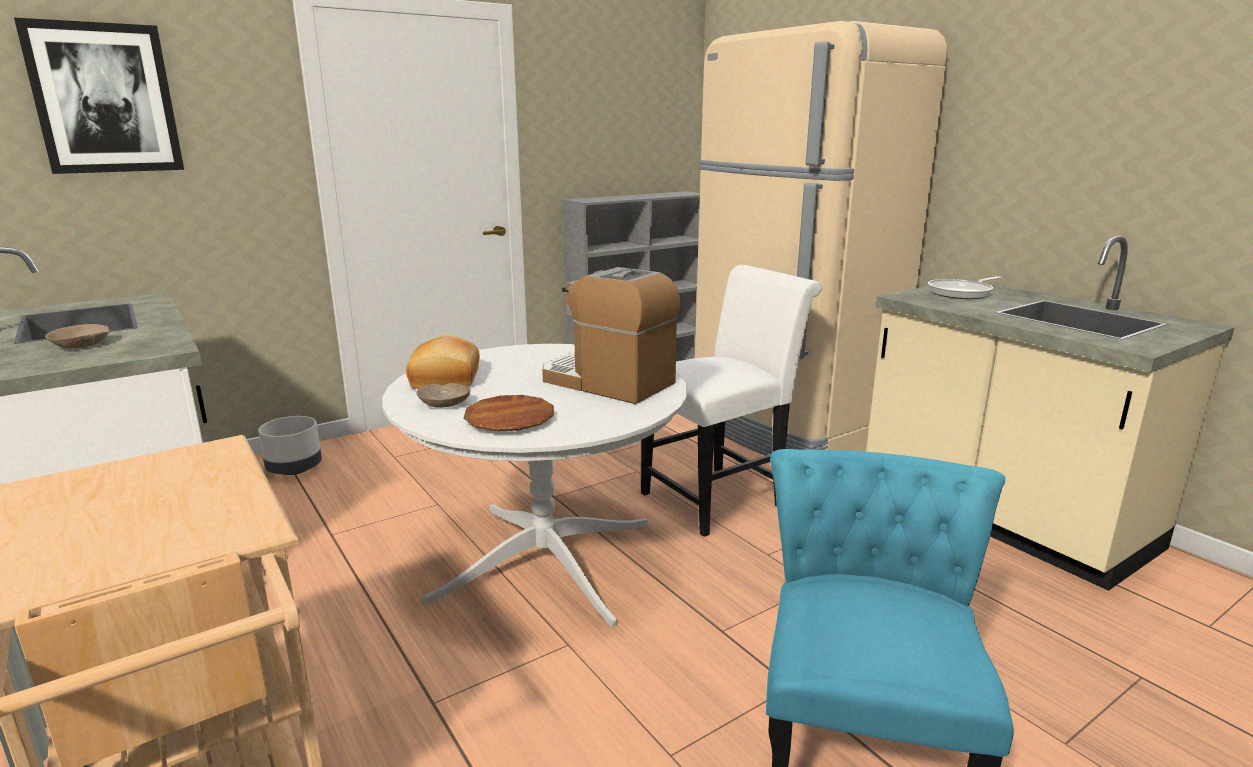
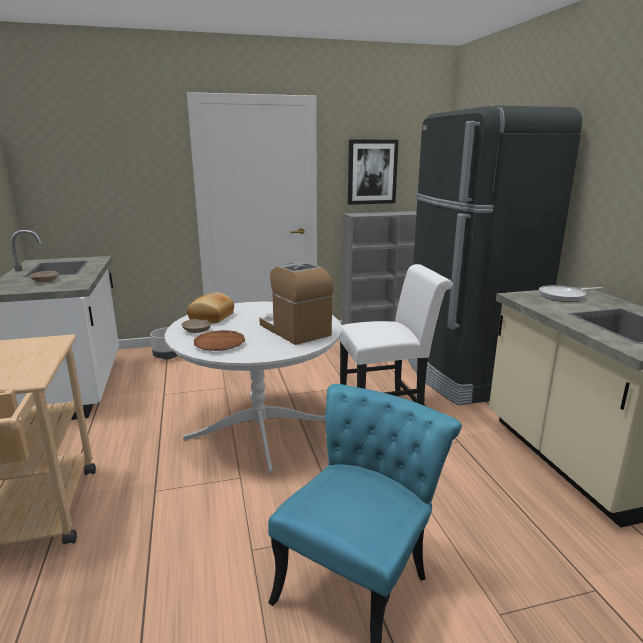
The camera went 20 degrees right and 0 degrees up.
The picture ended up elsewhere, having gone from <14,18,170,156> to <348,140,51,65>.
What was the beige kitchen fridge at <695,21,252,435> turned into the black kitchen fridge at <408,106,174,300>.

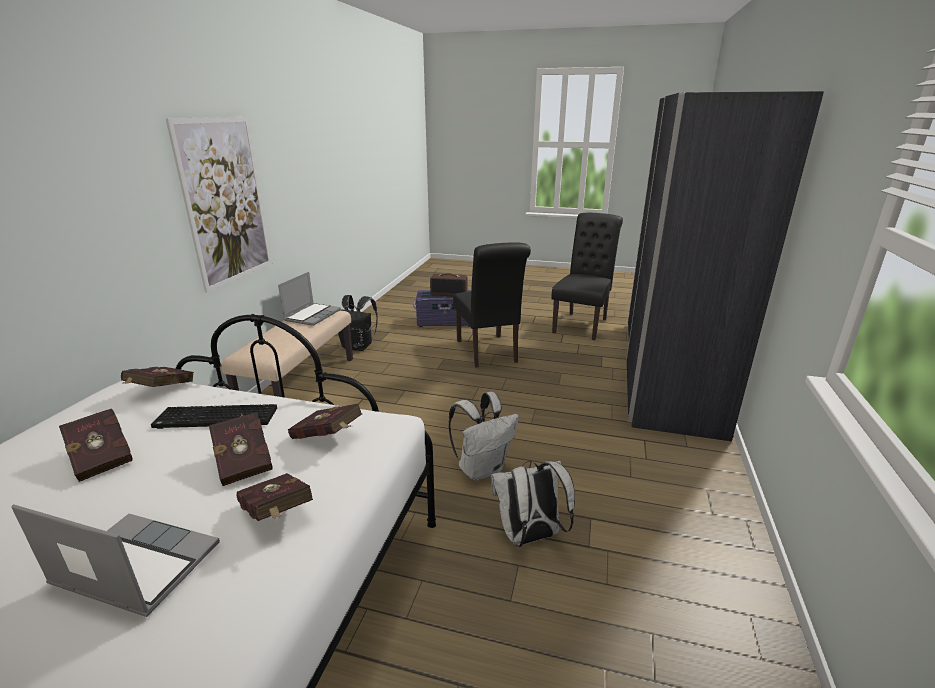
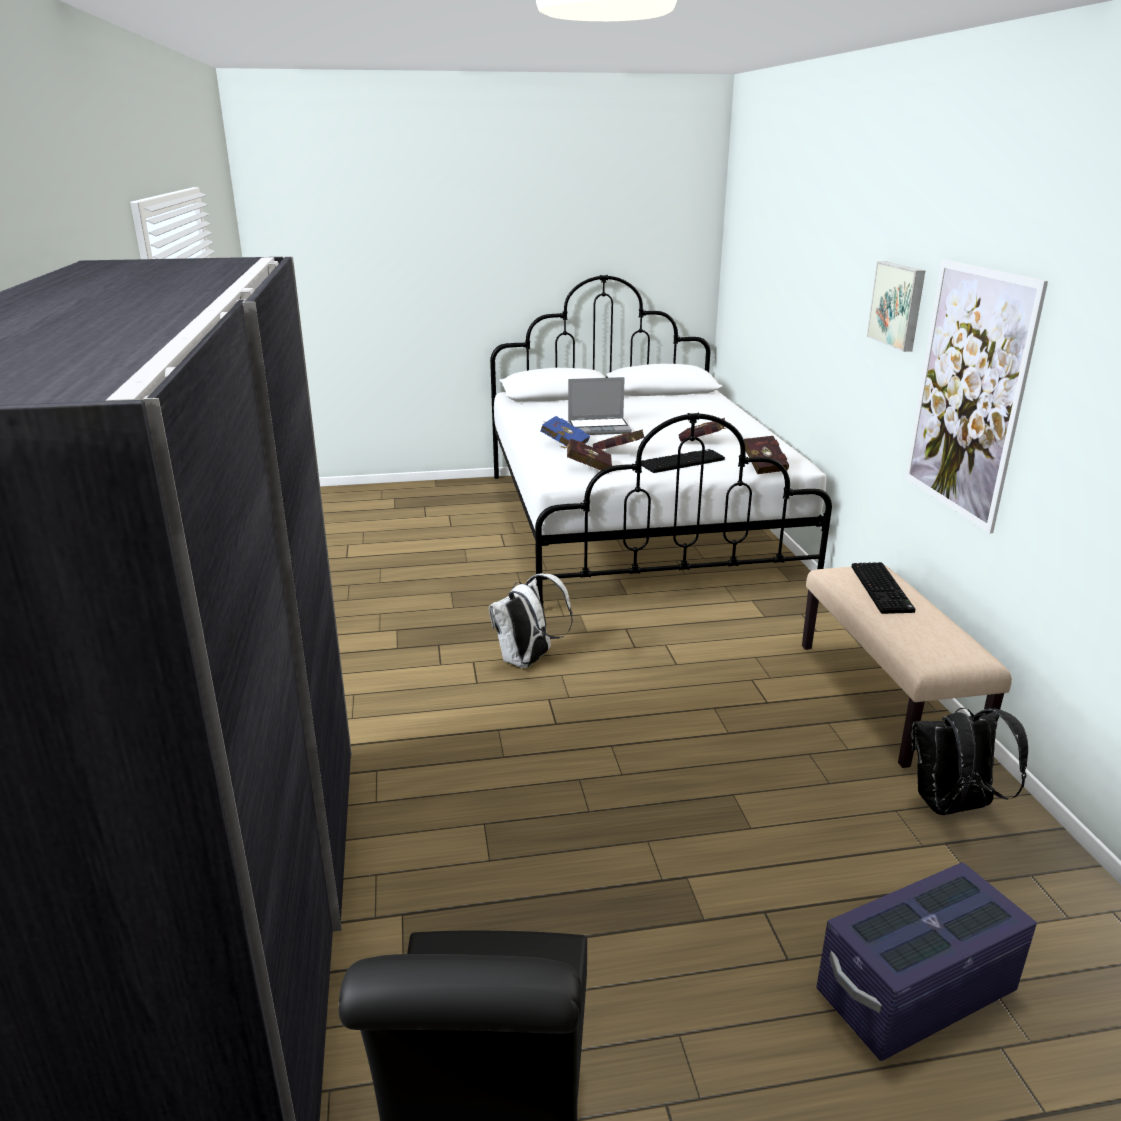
The camera went 155 degrees right and 0 degrees up.
The second view lost the portable computer at <278,272,63,54>.
The second view lost the radio receiver at <430,274,38,23>.
The second view lost the black plain chair at <453,242,78,126>.
The second view lost the white-coloured backpack at <491,461,84,86>.
The second view gained the computer keyboard at <852,562,63,52>.
The second view gained the picture at <867,261,58,91>.
What was the red-coloured bound book at <236,473,77,48> turned into the bluish bound book at <540,416,50,30>.

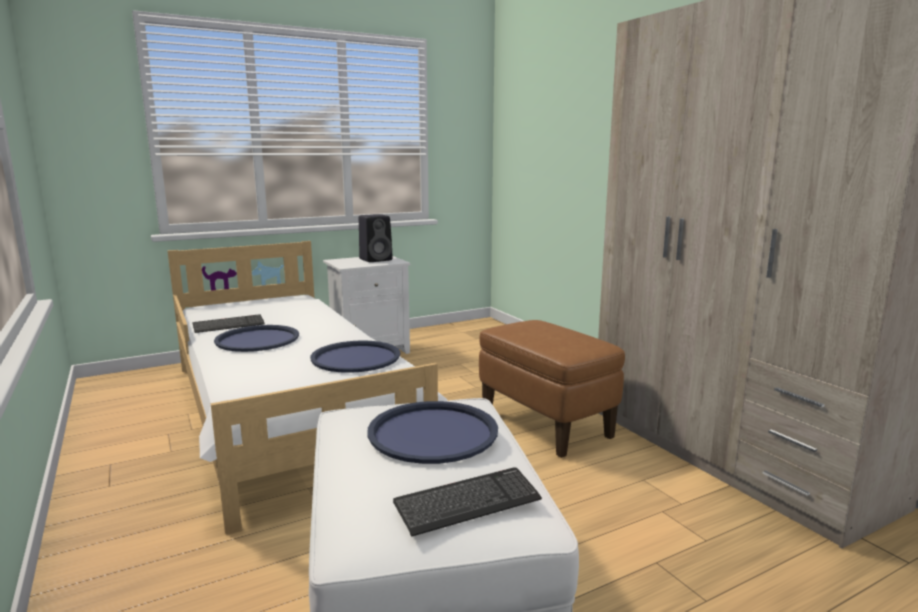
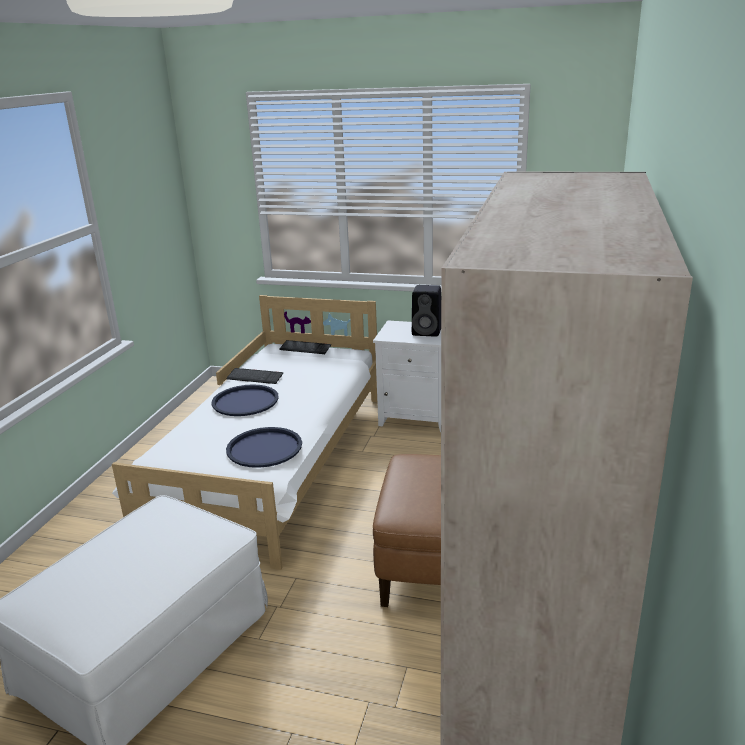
The camera went 45 degrees right and 10 degrees up.
The second view lost the bluish tray at <367,401,131,63>.
The computer keyboard ended up elsewhere, having gone from <393,467,149,70> to <279,340,52,14>.

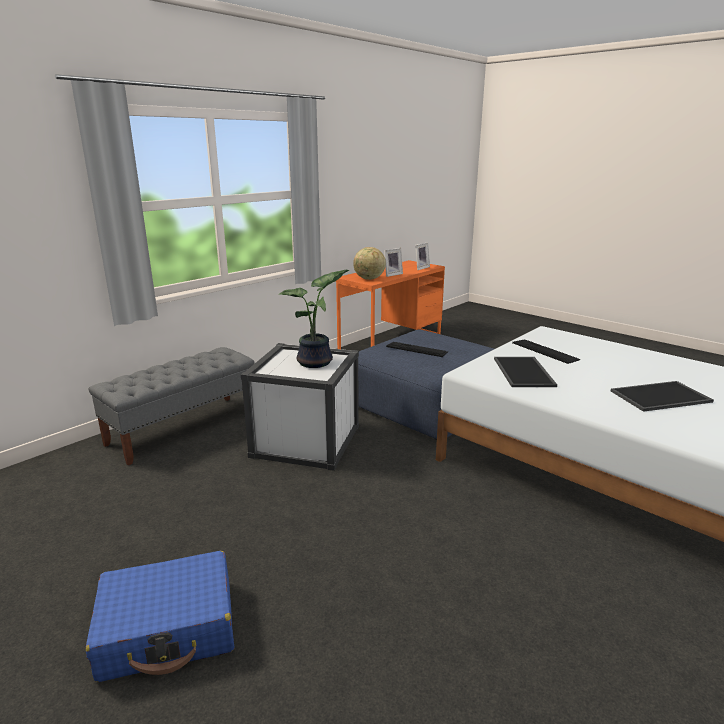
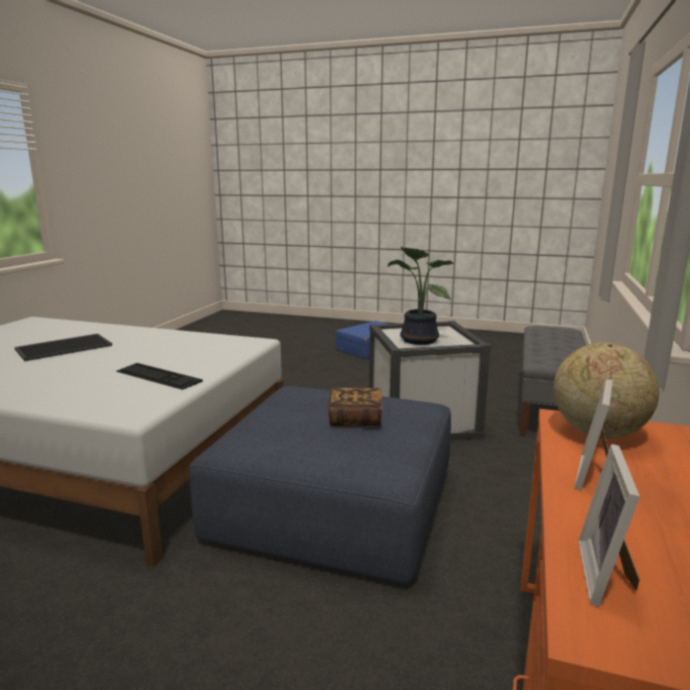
The camera went 155 degrees right and 5 degrees down.
The second view lost the tray at <494,357,63,30>.
Where the computer keyboard stood at <386,342,62,15>, the bound book came to stand at <328,388,54,38>.

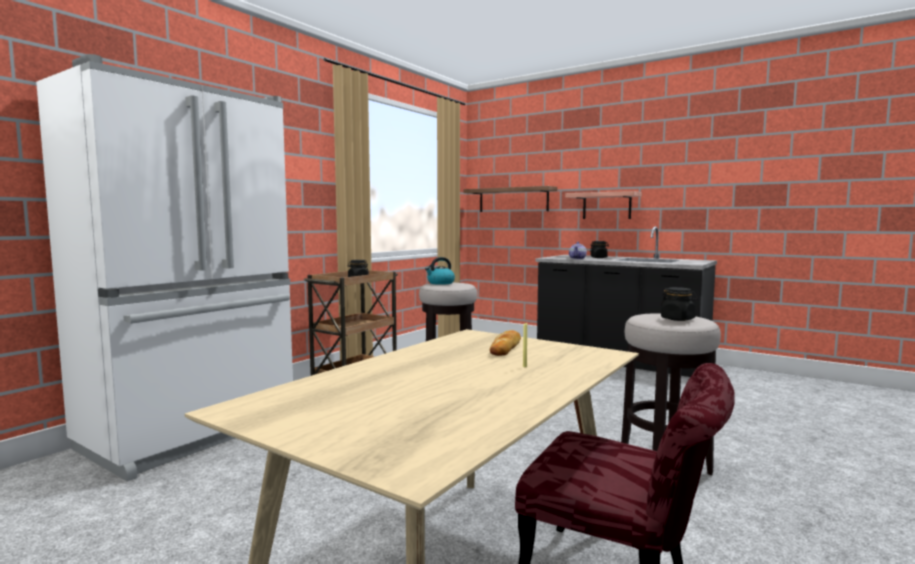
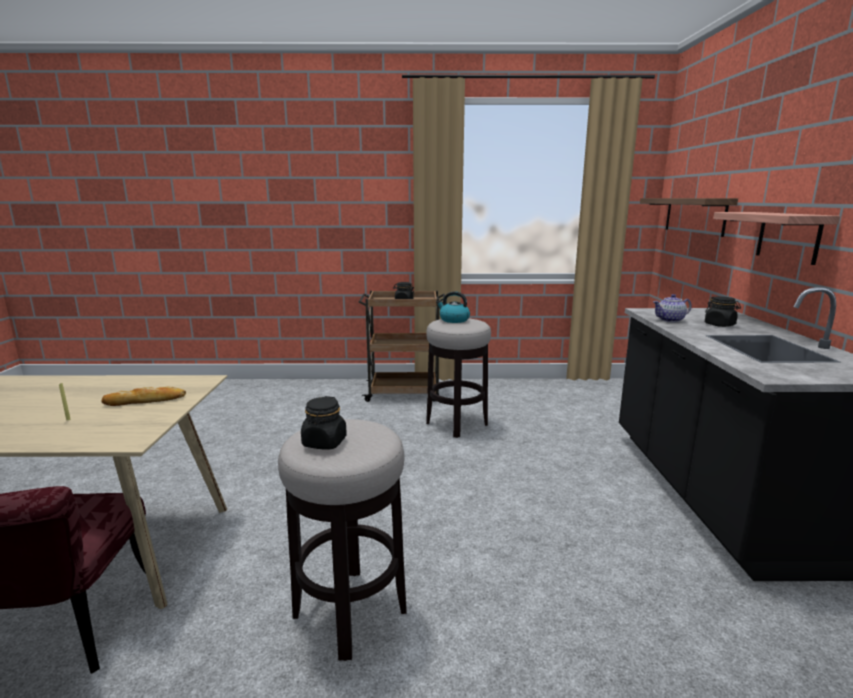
The camera went 55 degrees right and 10 degrees up.
The second view lost the white-coloured kitchen fridge at <36,54,257,428>.

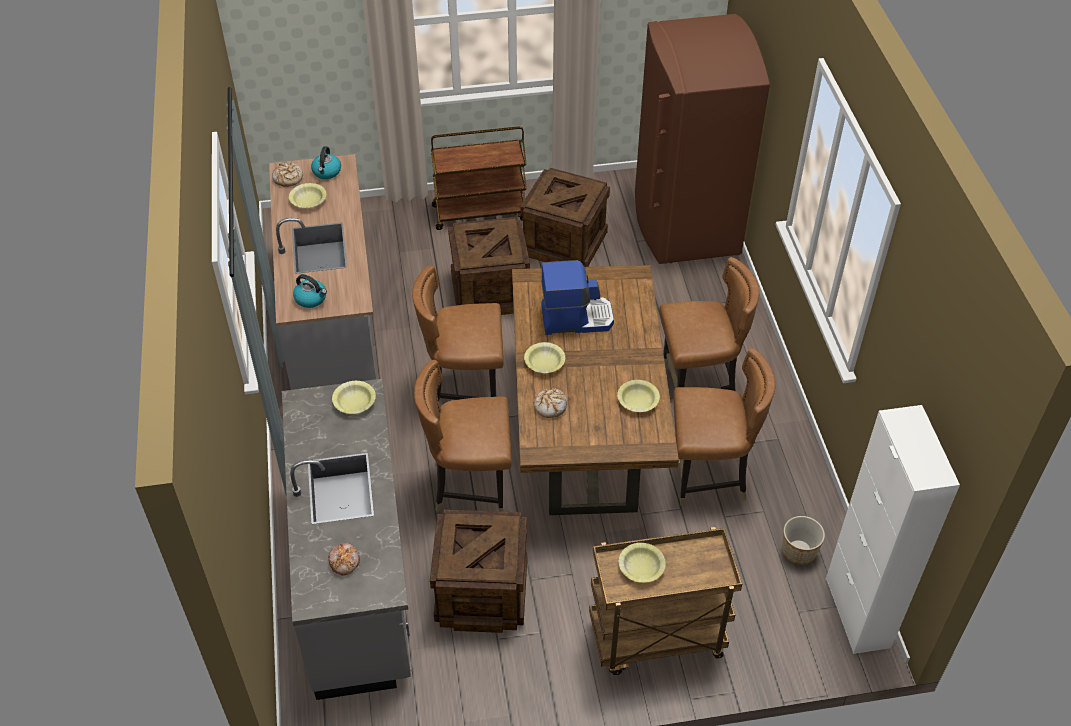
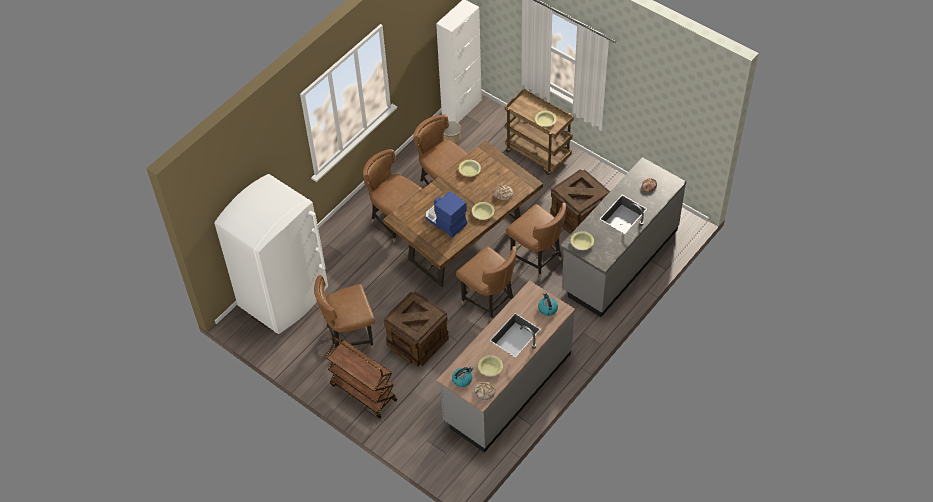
The camera went 130 degrees left and 5 degrees up.
Where the shipping crate stood at <520,168,90,99>, the brown plain chair came to stand at <314,275,61,74>.
What was the brown kitchen fridge at <635,14,135,250> turned into the white-coloured kitchen fridge at <214,174,114,160>.

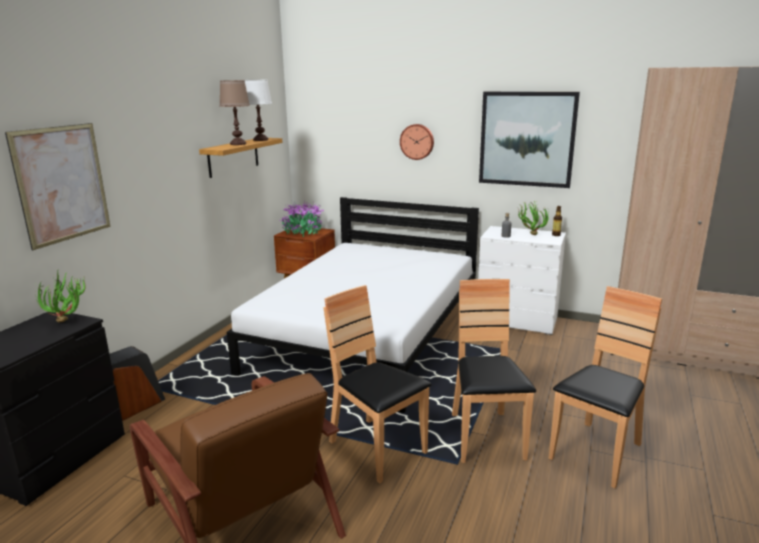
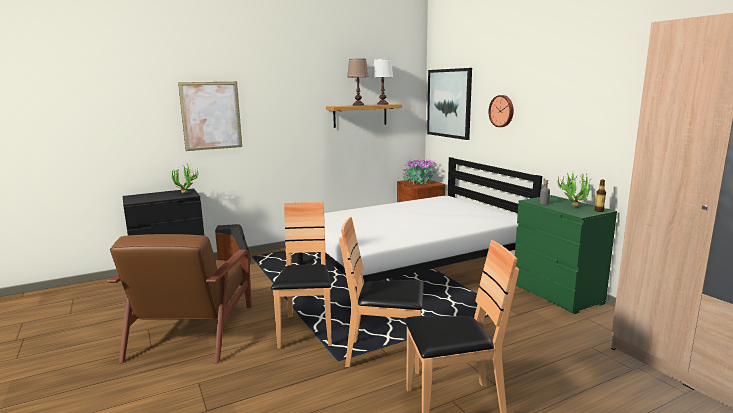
The camera went 40 degrees right and 5 degrees down.
The picture ended up elsewhere, having gone from <479,92,101,96> to <427,68,45,72>.
What was the white-coloured chest of drawers at <478,226,88,109> turned into the green-coloured chest of drawers at <515,195,102,119>.
The brown plain chair at <452,279,84,184> ended up facing another way, 120 degrees counterclockwise from before.

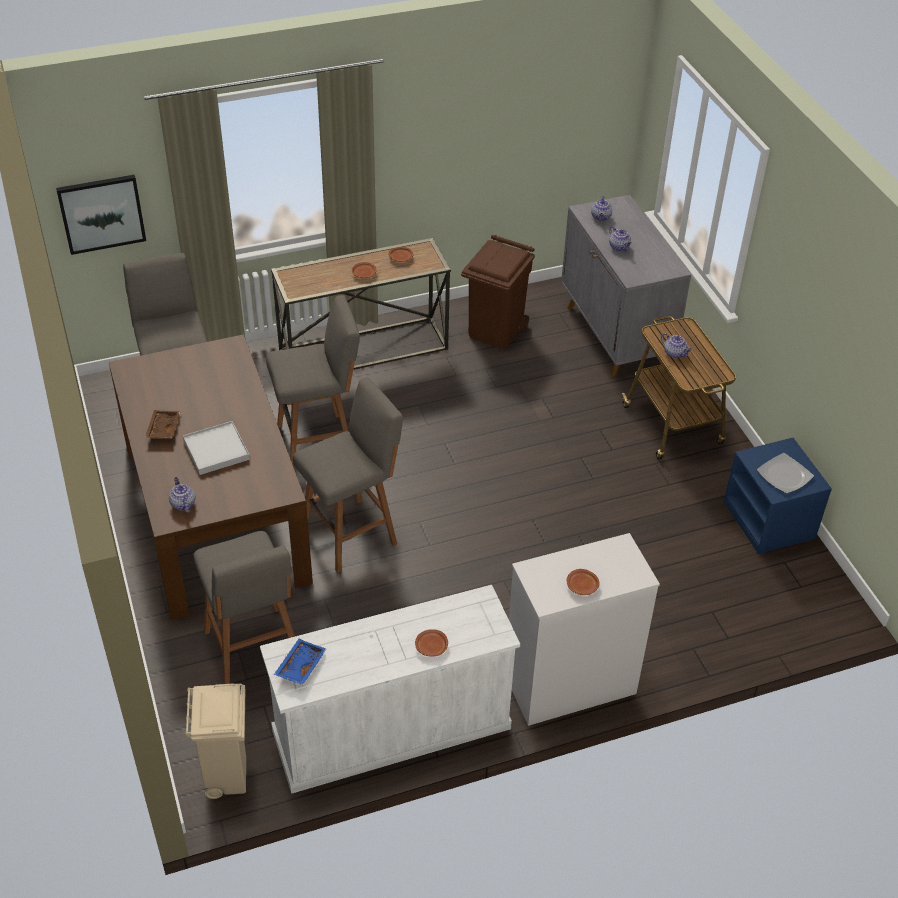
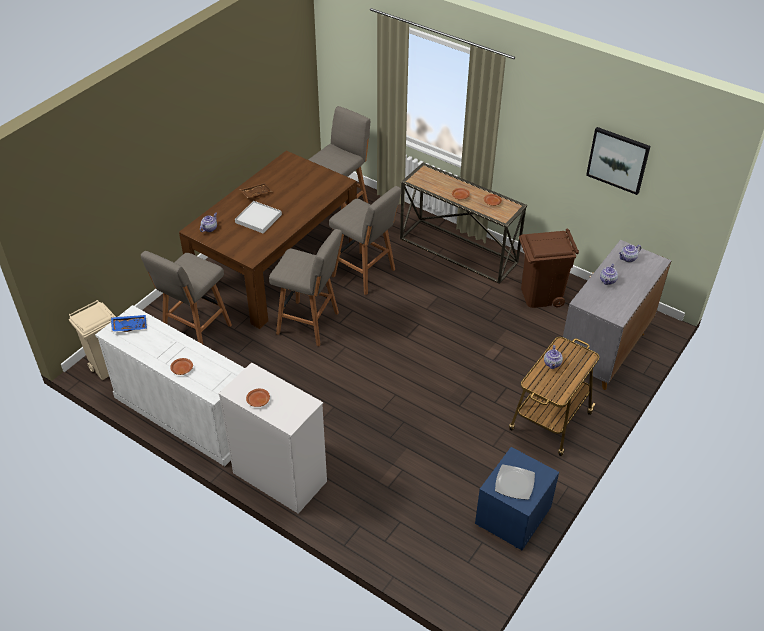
The camera went 55 degrees right and 0 degrees up.
The picture ended up elsewhere, having gone from <56,175,90,80> to <586,127,64,68>.

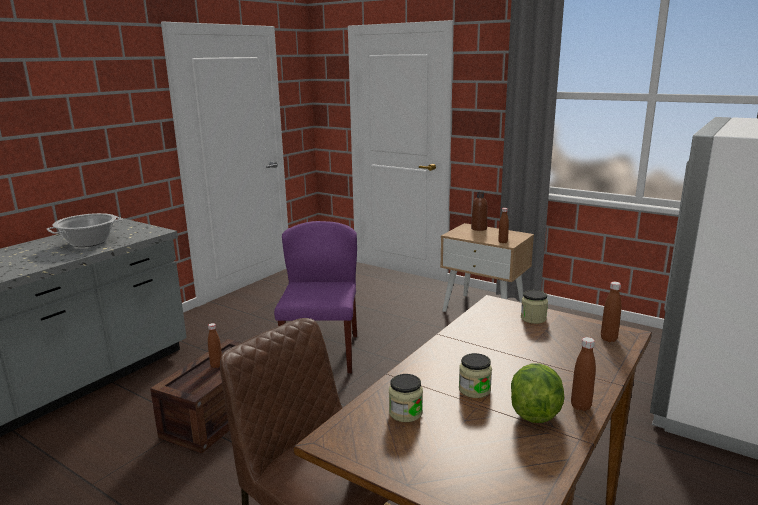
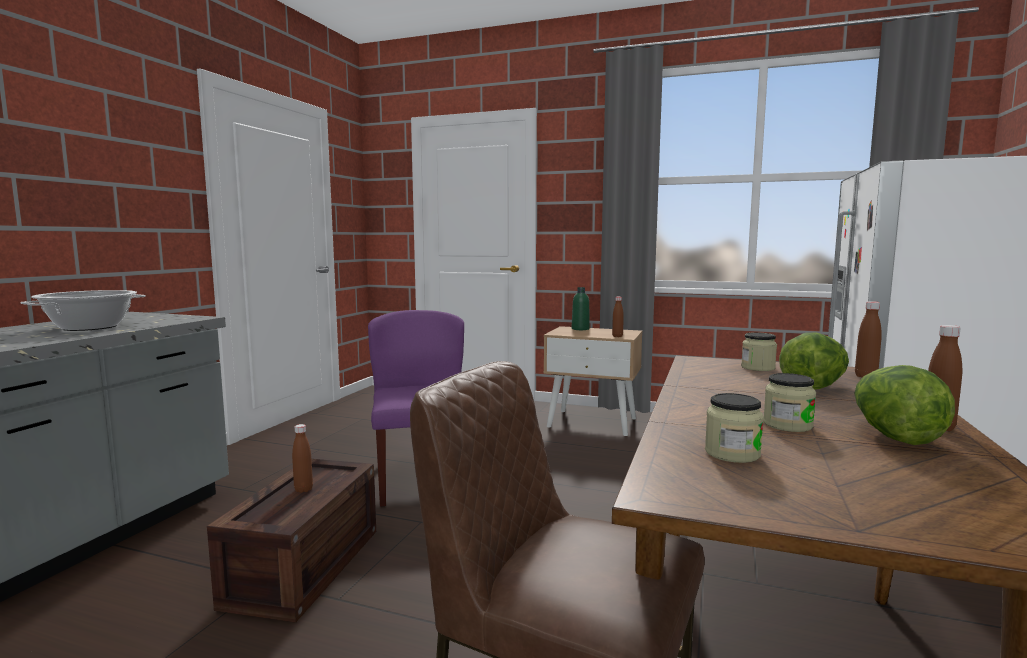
The camera went 15 degrees left and 10 degrees down.
The second view gained the lettuce at <779,333,70,57>.
What was the brown bottle at <471,192,16,39> turned into the green-coloured bottle at <572,287,18,43>.

